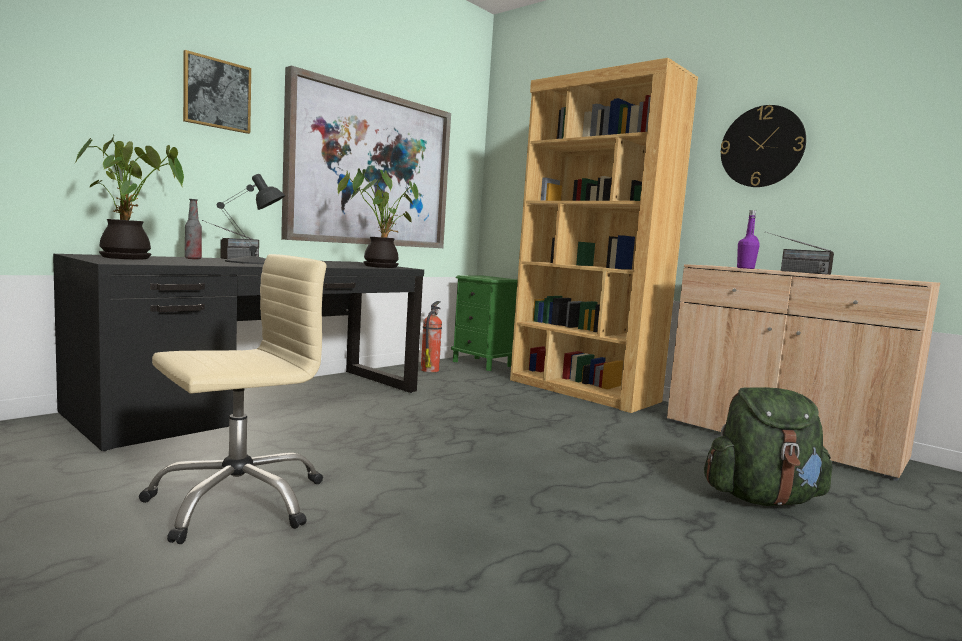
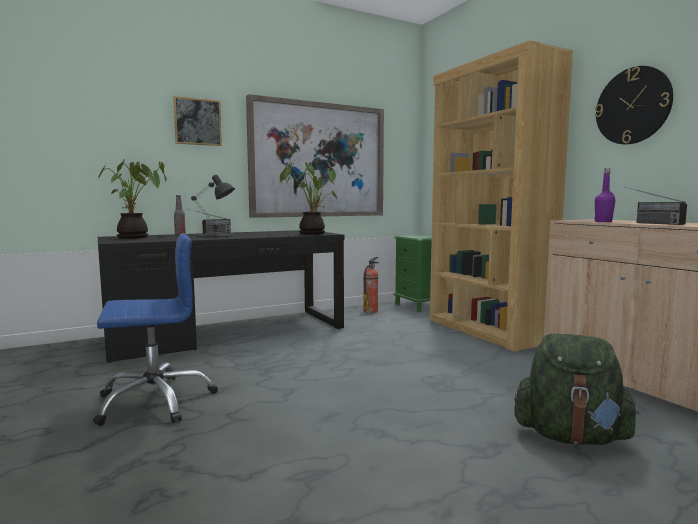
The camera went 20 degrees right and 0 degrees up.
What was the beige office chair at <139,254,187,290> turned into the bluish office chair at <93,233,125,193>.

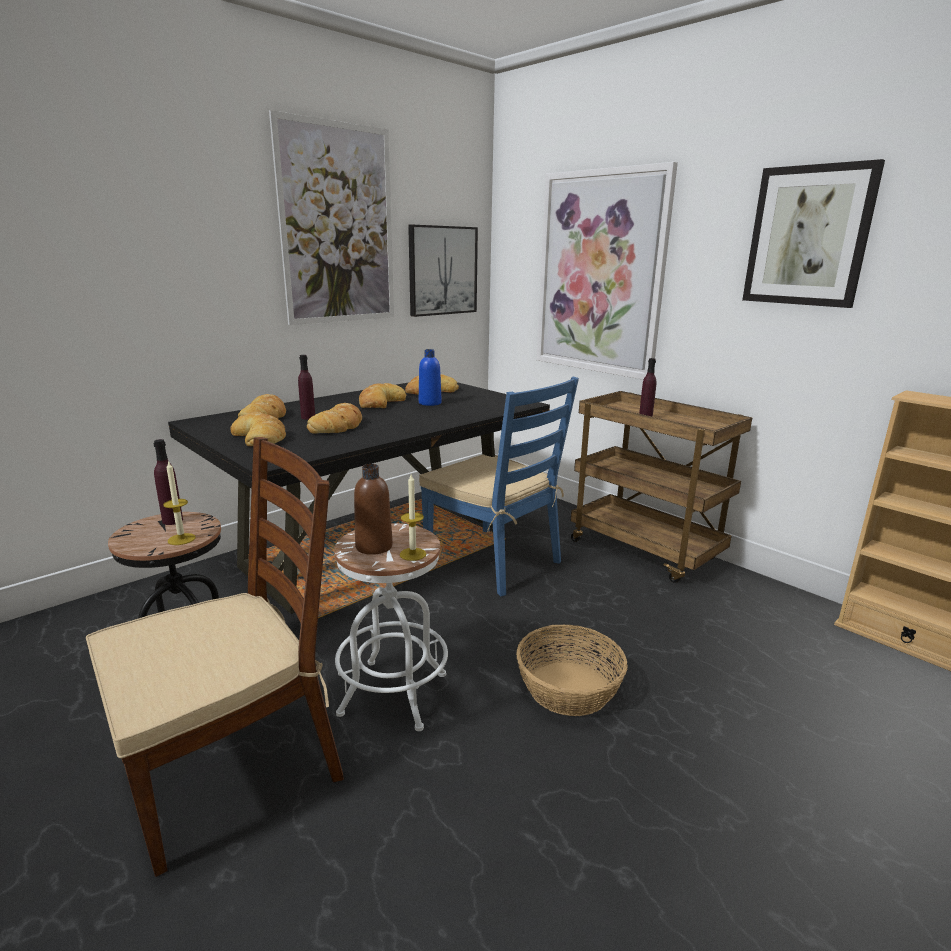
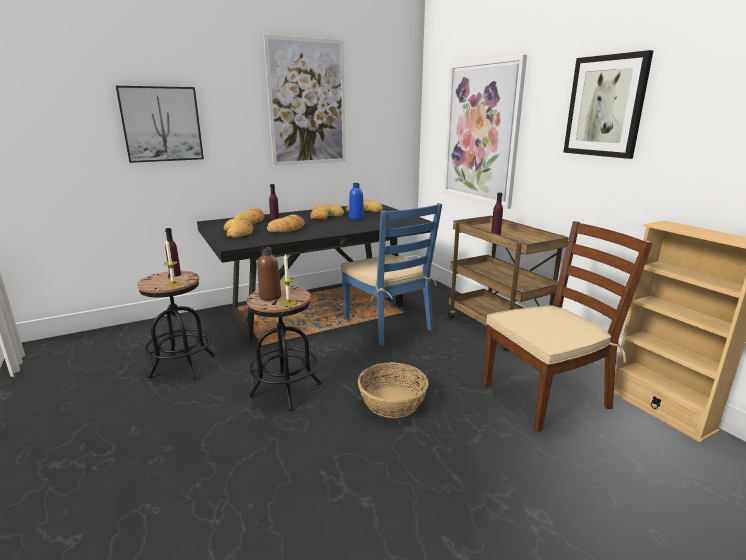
The camera went 15 degrees right and 0 degrees up.
The brown plain chair ended up elsewhere, having gone from <86,437,258,440> to <484,221,169,211>.
The picture ended up elsewhere, having gone from <408,225,70,92> to <116,86,88,77>.
What was the white-coloured sitting stool at <334,523,114,208> turned into the black sitting stool at <247,286,75,125>.

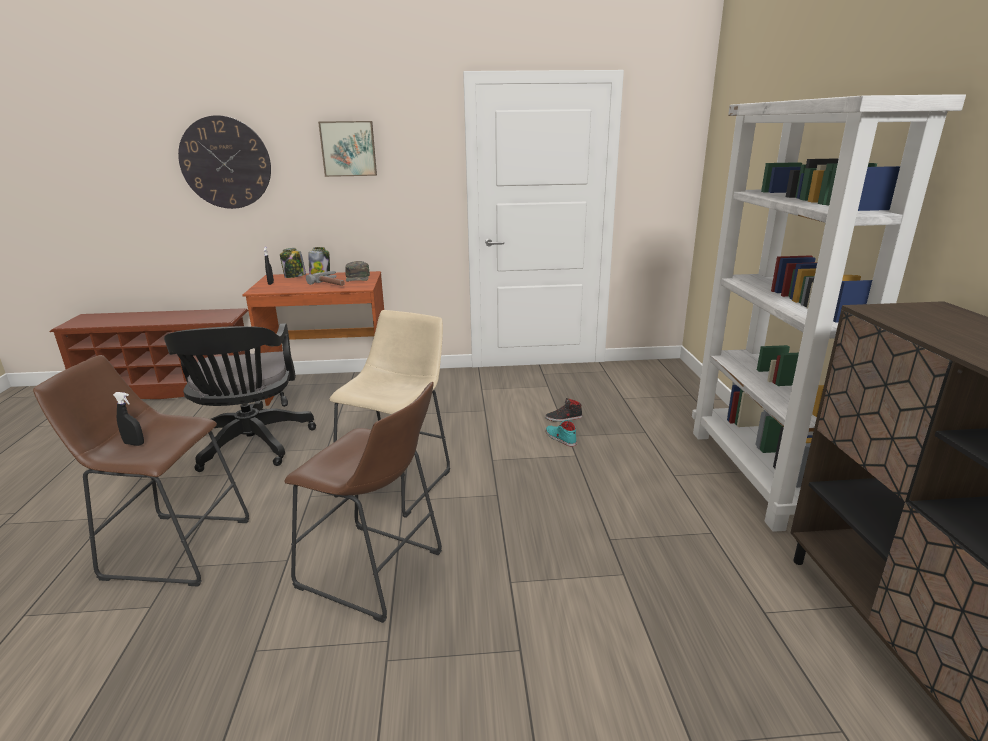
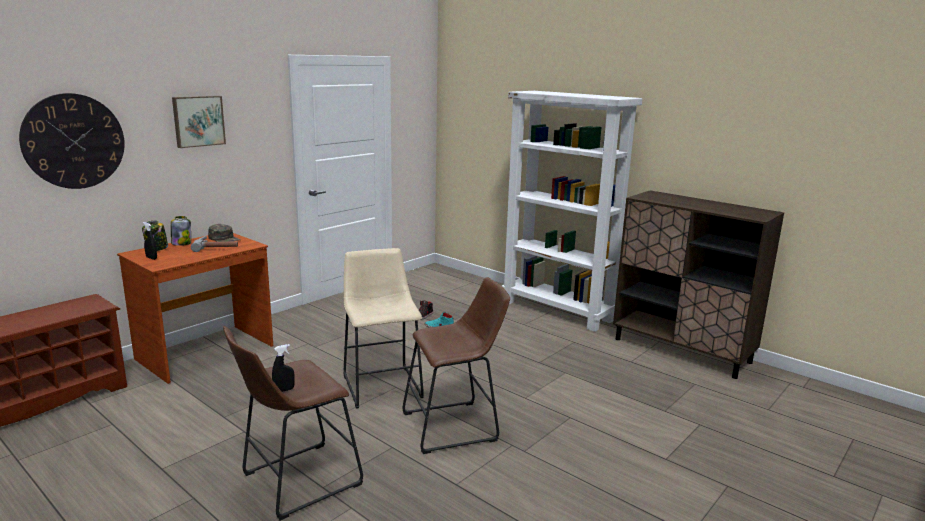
The camera went 45 degrees left and 5 degrees down.
The second view lost the black office chair at <164,323,152,149>.

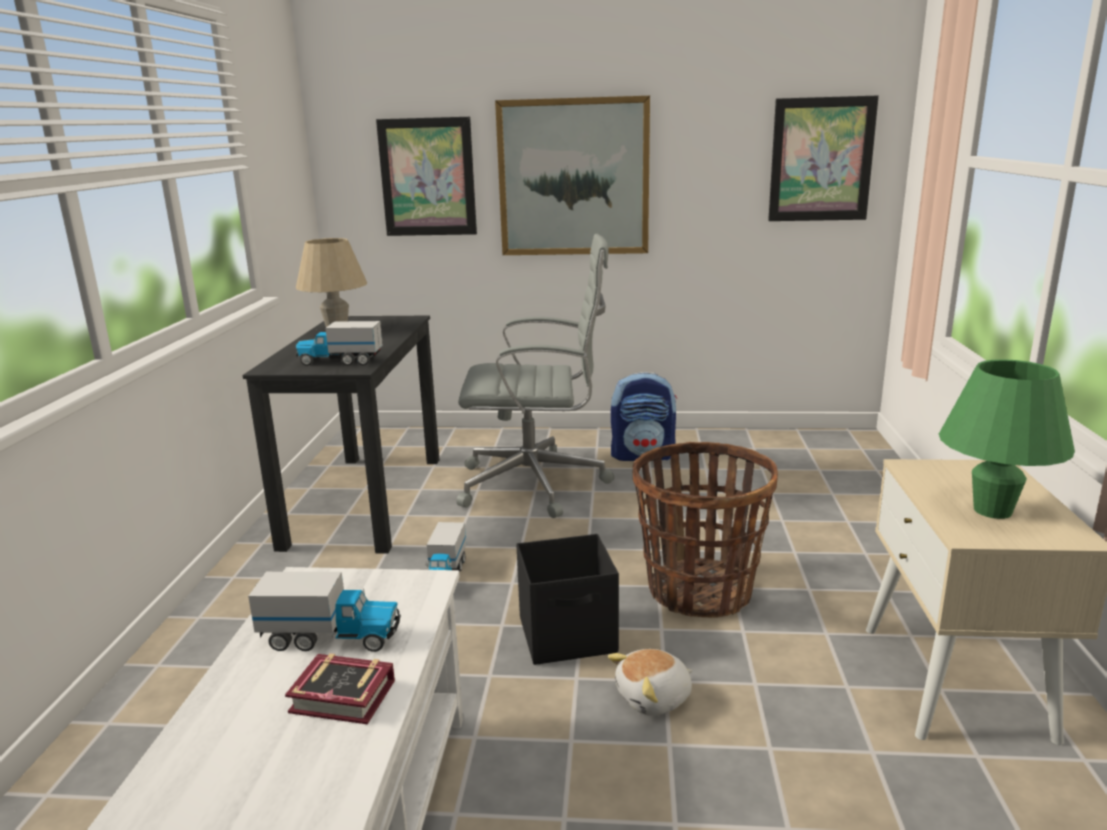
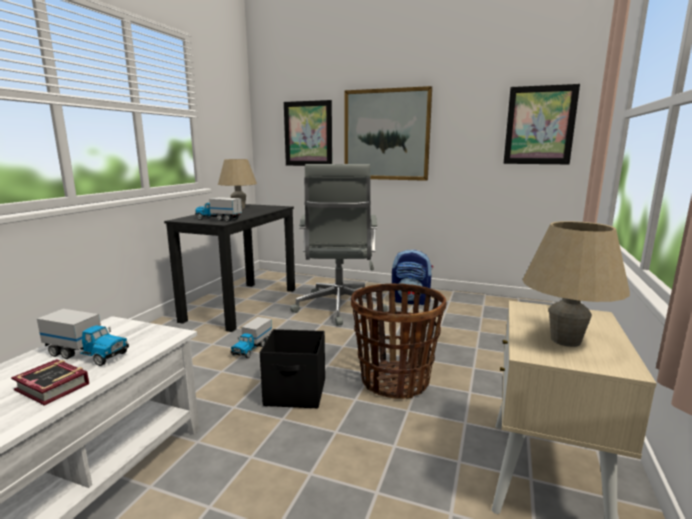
The camera went 15 degrees right and 5 degrees down.
The second view lost the plush toy at <608,649,85,67>.
What was the green-coloured lamp for a table at <939,359,136,160> turned into the beige lamp for a table at <522,221,108,126>.
The grey office chair at <456,234,159,284> ended up facing another way, 75 degrees clockwise from before.

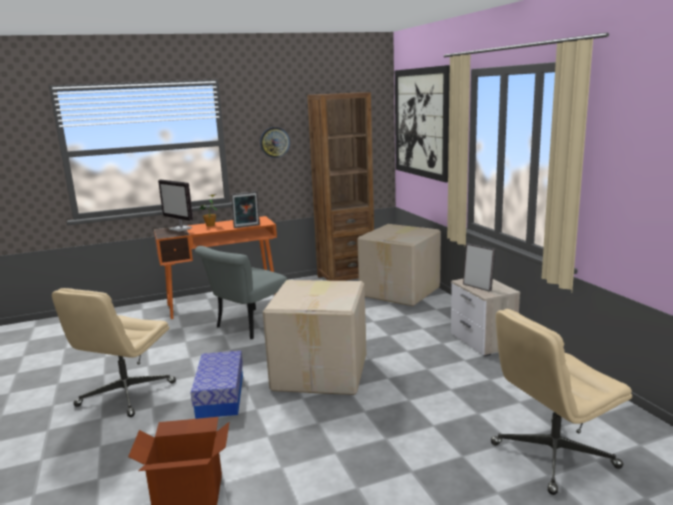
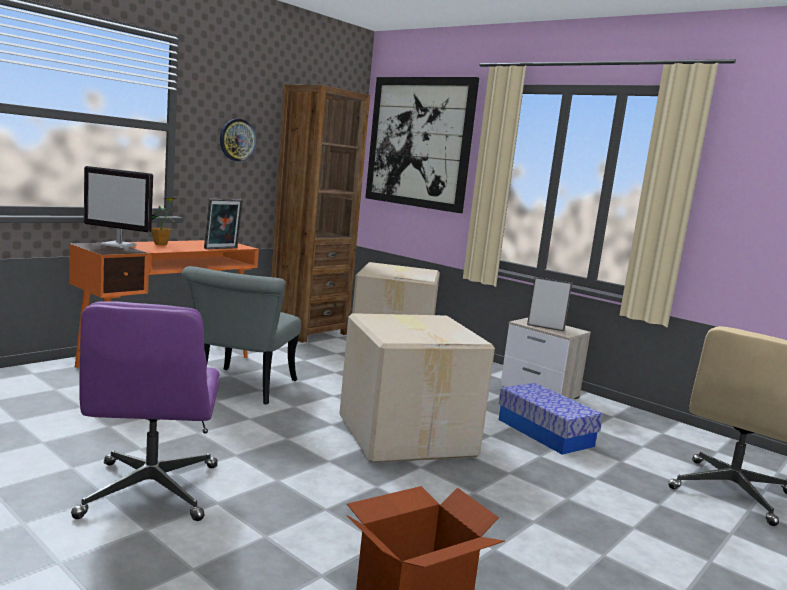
The camera went 30 degrees left and 5 degrees down.
The storage container ended up elsewhere, having gone from <190,351,53,68> to <499,383,104,72>.
What was the beige office chair at <52,288,124,129> turned into the purple-coloured office chair at <71,301,149,220>.

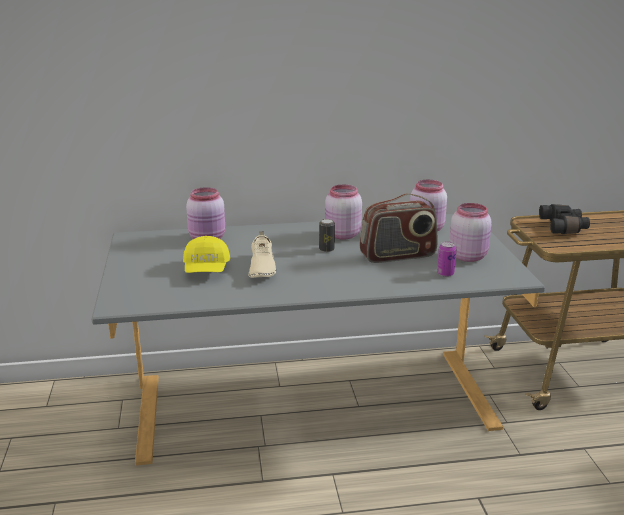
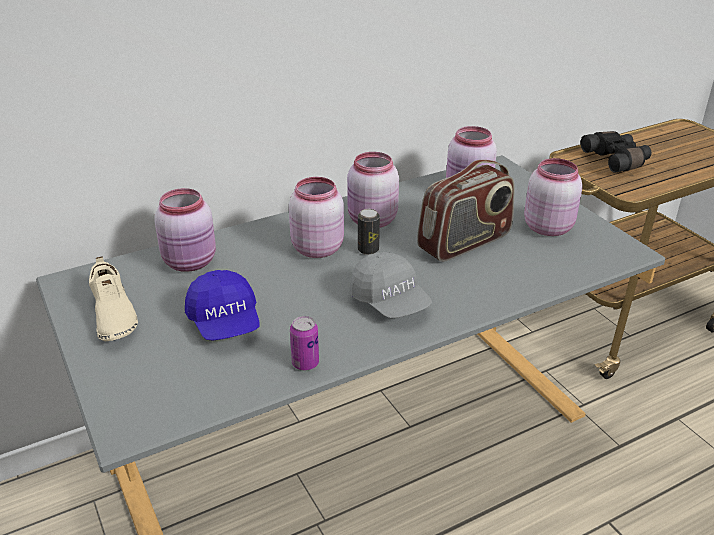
The camera went 20 degrees left and 10 degrees up.
The second view gained the pink jar at <289,177,55,81>.
The second view gained the grey baseball cap at <349,252,83,66>.
The beige shoe ended up elsewhere, having gone from <248,232,28,46> to <89,256,49,85>.
The sealed can ended up elsewhere, having gone from <437,241,19,36> to <290,316,29,55>.
What was the yellowish baseball cap at <183,236,47,37> turned into the bluish baseball cap at <185,270,74,70>.

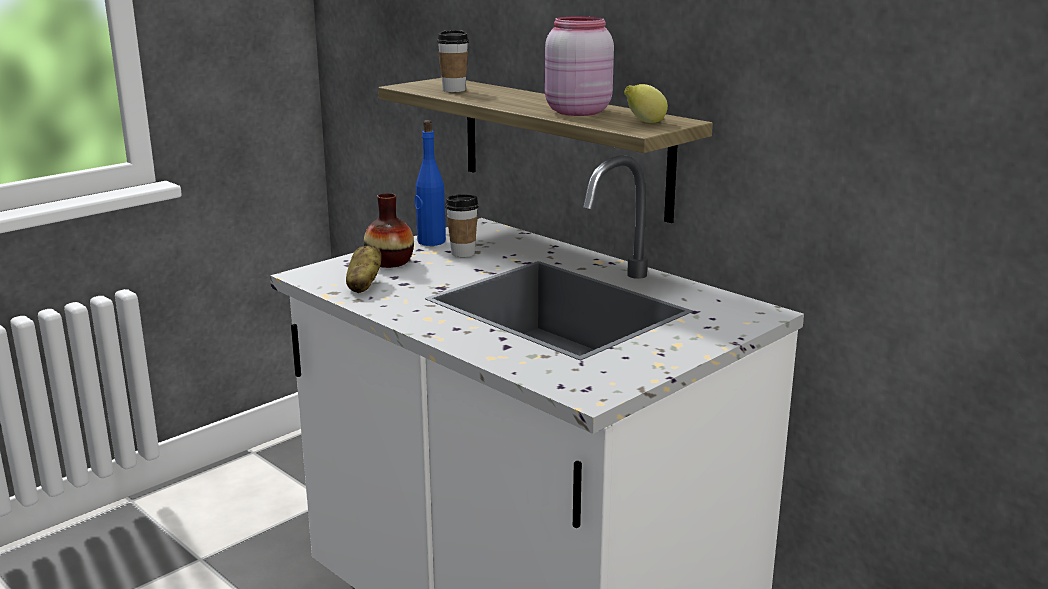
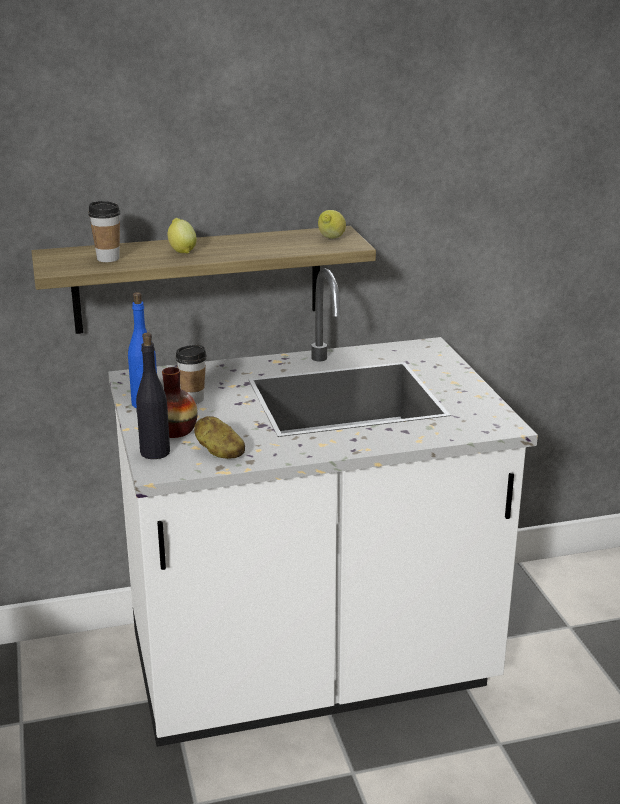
The camera went 60 degrees left and 5 degrees up.
The second view lost the pink jar at <545,16,69,100>.
The second view gained the black bottle at <136,333,34,126>.
The second view gained the whole lemon at <167,218,30,35>.

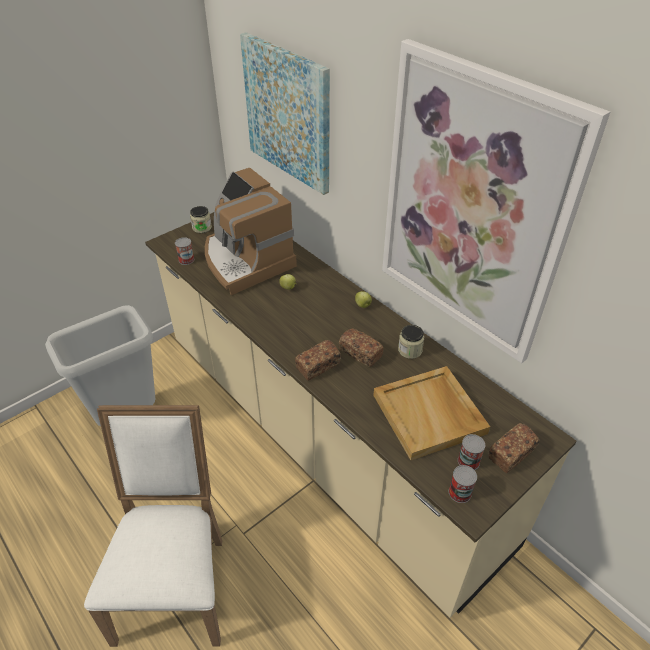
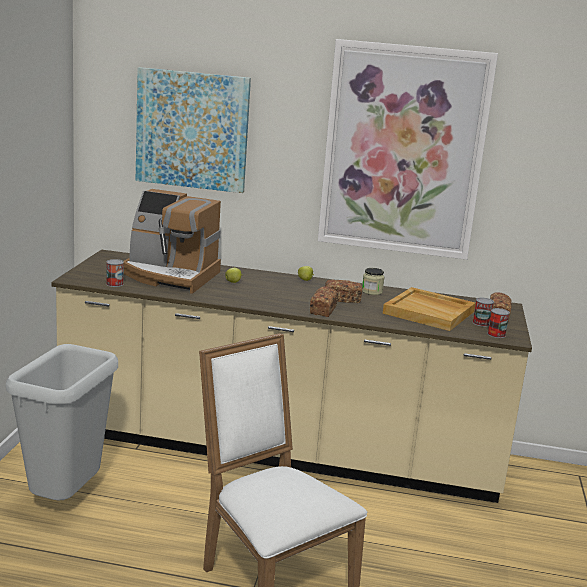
The camera went 40 degrees left and 25 degrees down.
The second view lost the jar at <190,206,22,27>.

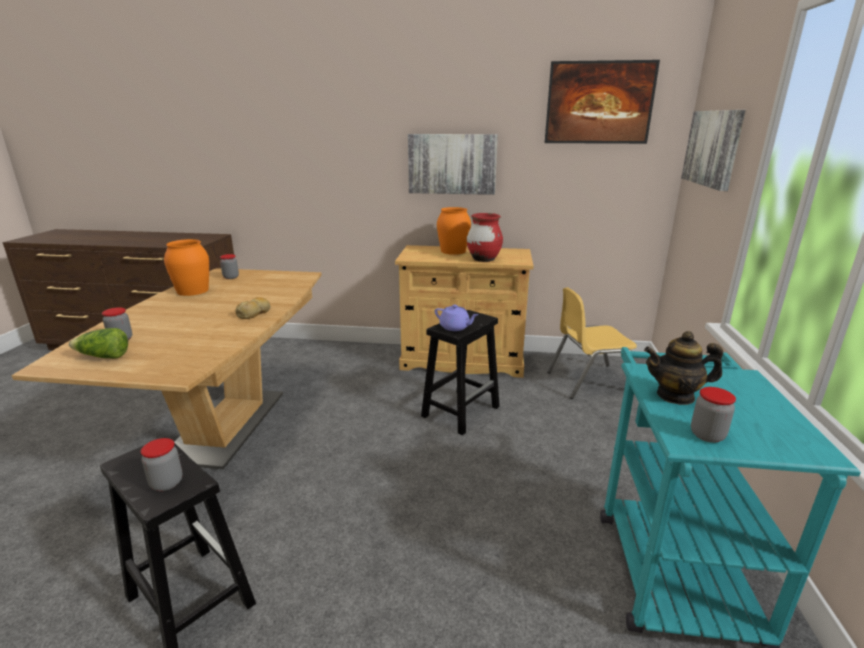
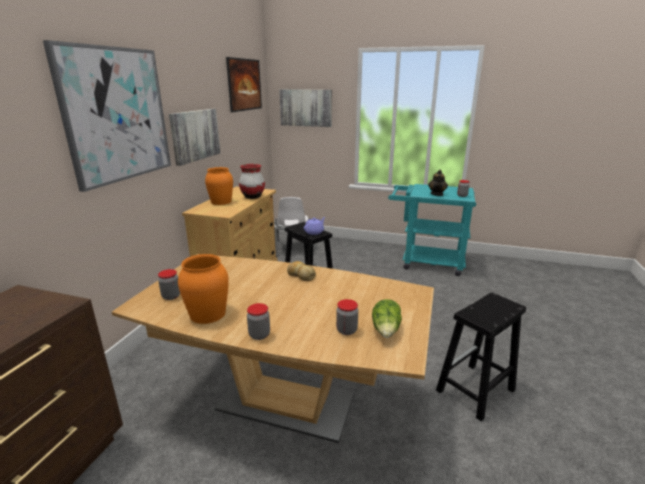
The camera went 80 degrees left and 0 degrees up.
The second view gained the picture at <43,40,128,152>.
The jar ended up elsewhere, having gone from <141,438,42,53> to <247,303,23,37>.
What was the yellowish plain chair at <547,287,90,112> turned into the white-coloured plain chair at <274,197,36,60>.

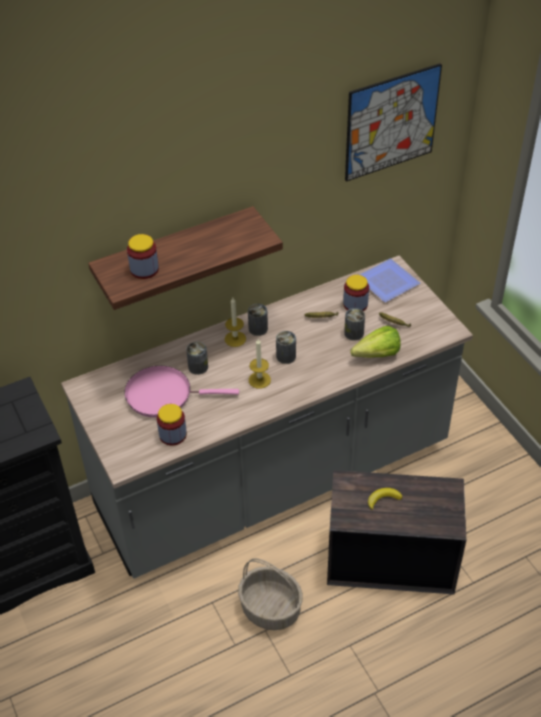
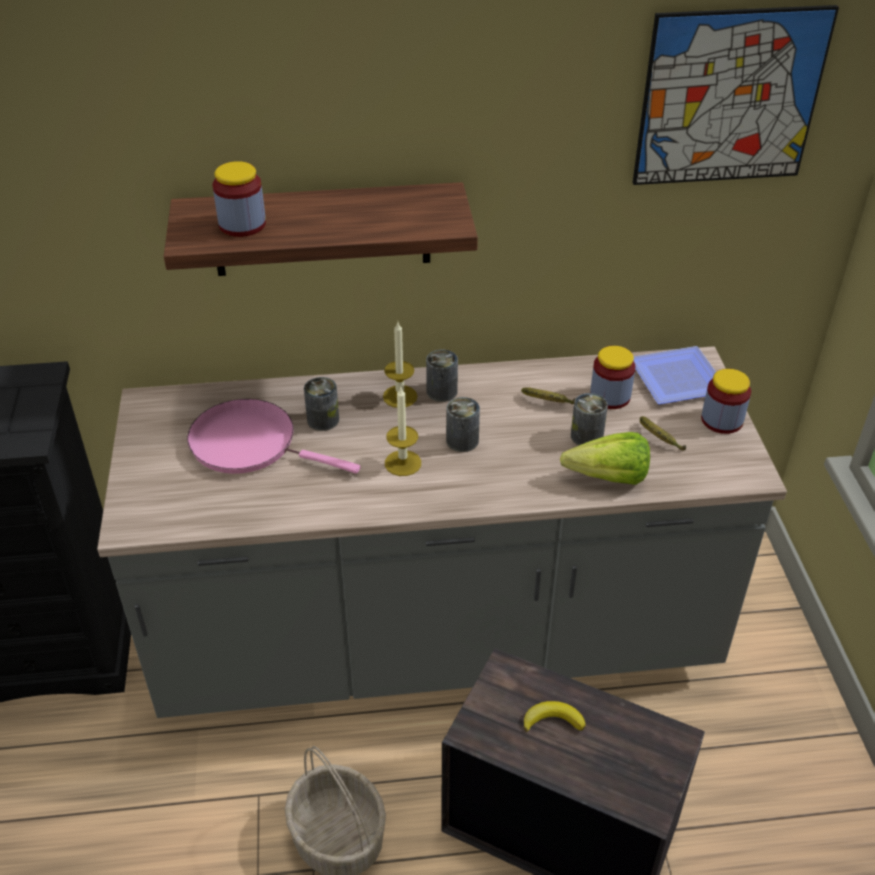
The camera went 20 degrees right and 5 degrees down.
The jar ended up elsewhere, having gone from <157,404,30,42> to <701,369,50,65>.

